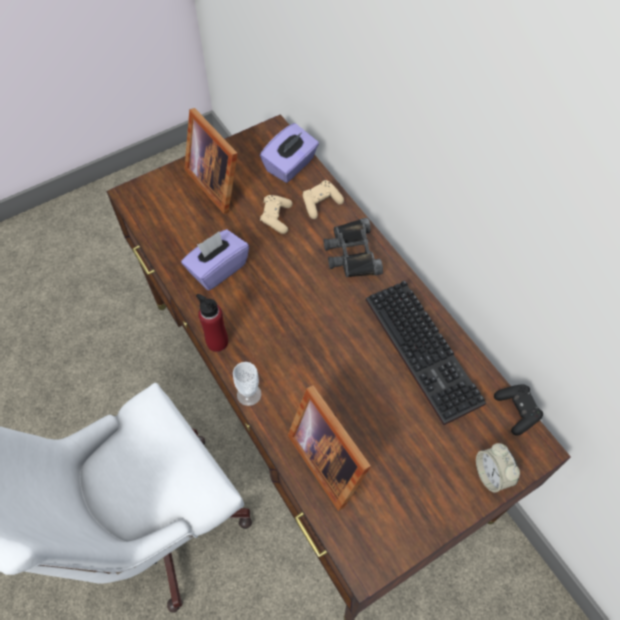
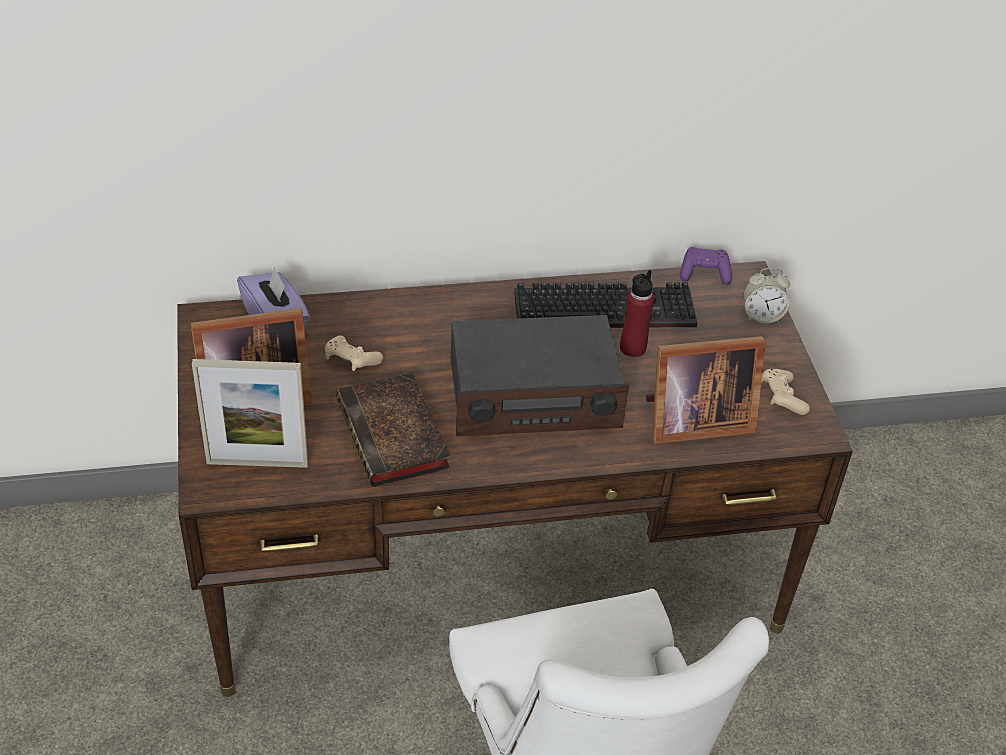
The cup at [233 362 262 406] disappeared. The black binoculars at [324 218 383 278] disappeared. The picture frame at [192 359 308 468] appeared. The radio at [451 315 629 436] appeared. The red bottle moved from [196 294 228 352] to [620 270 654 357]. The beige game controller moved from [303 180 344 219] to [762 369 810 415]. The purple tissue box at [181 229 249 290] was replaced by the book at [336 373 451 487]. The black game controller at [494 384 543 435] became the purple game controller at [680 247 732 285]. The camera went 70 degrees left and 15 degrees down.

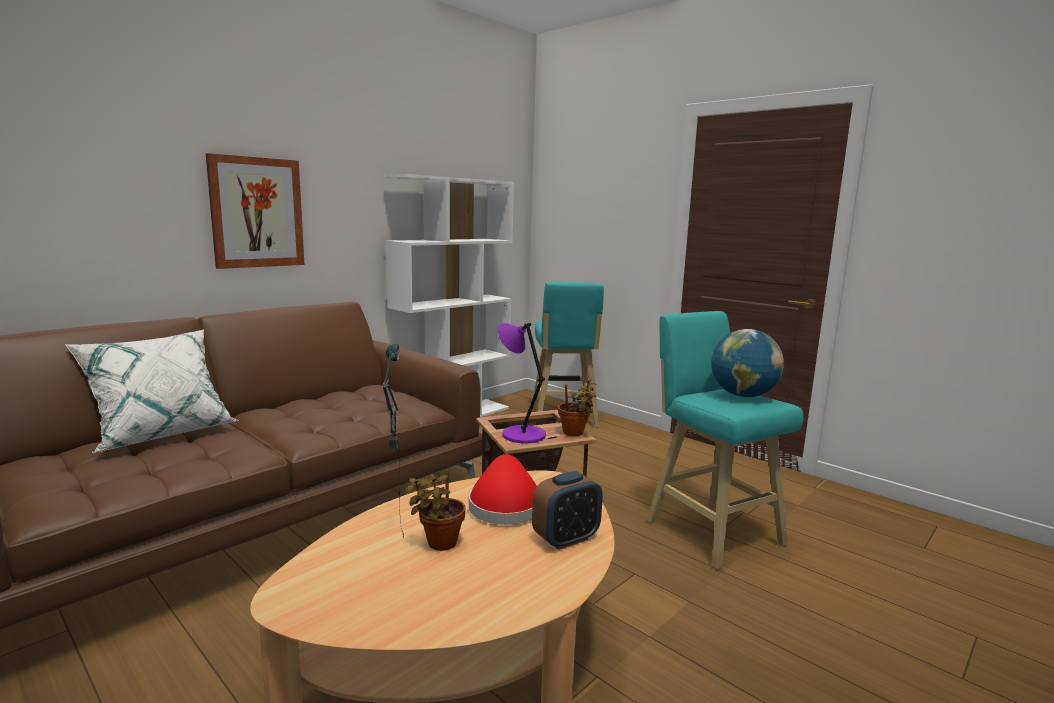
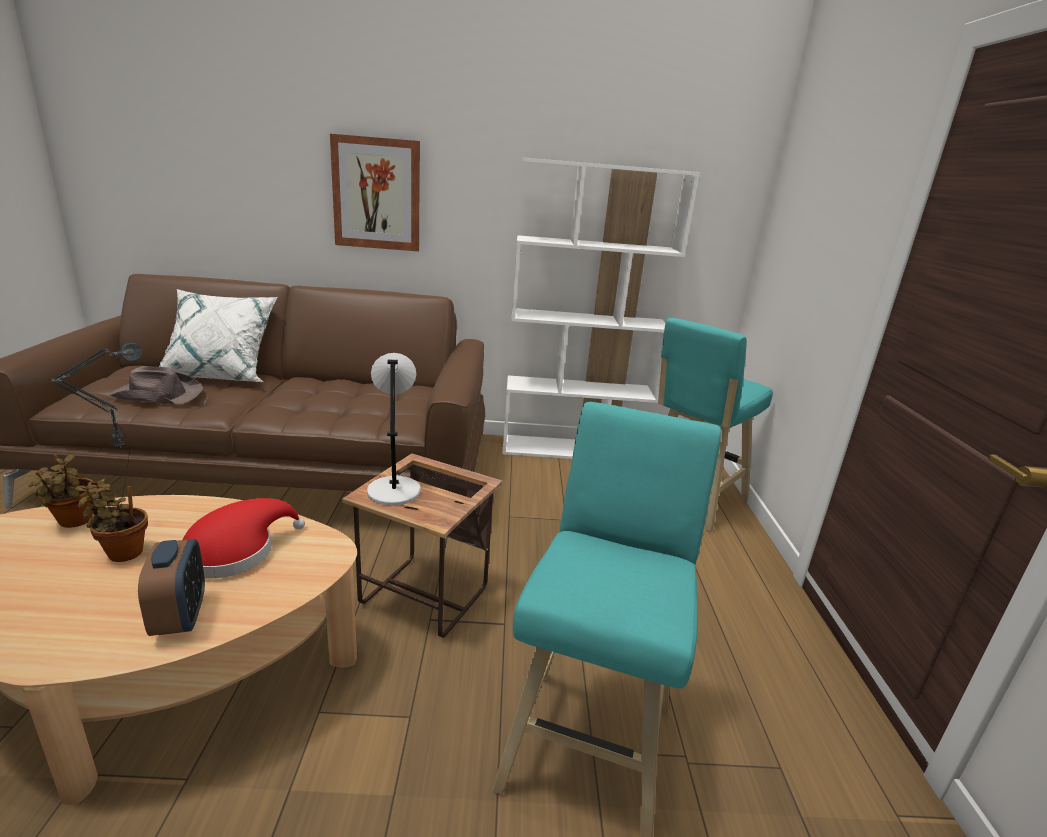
The globe at [711 329 784 397] disappeared. The brown hat at [110 366 203 405] appeared. The potted plant moved from [558 378 597 436] to [25 454 94 528]. The purple table lamp at [498 323 546 444] became the grey table lamp at [367 353 421 506]. The alarm clock at [532 471 603 550] turned 120 degrees counterclockwise. The camera went 45 degrees right and 10 degrees up.

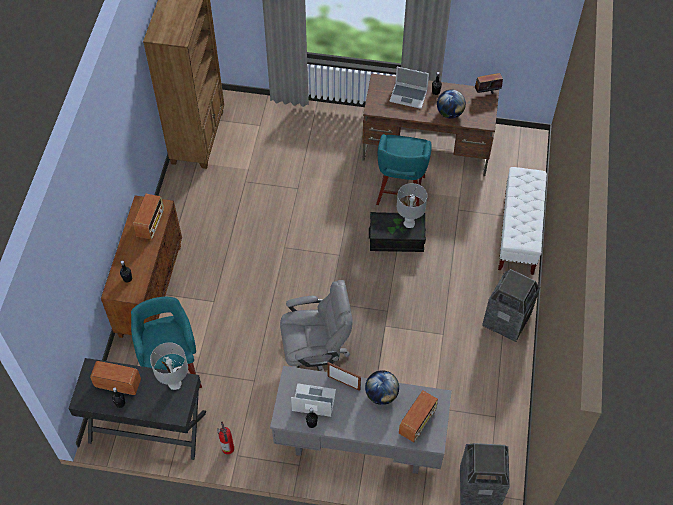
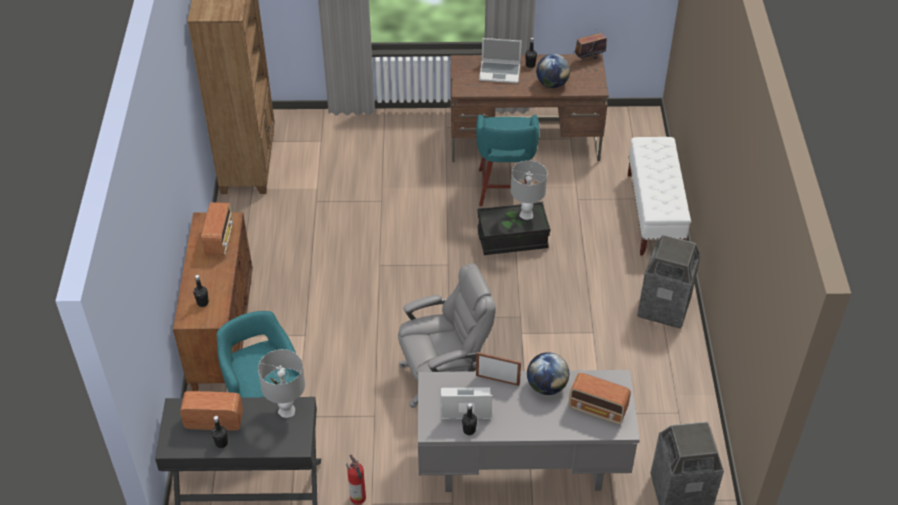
The radio at [399 391 438 442] turned 90 degrees clockwise. The camera went 10 degrees left and 10 degrees down.

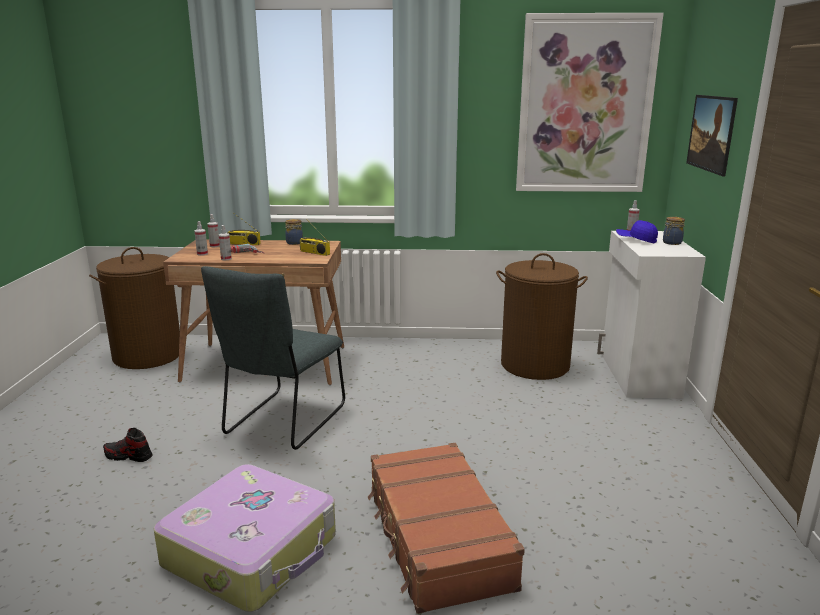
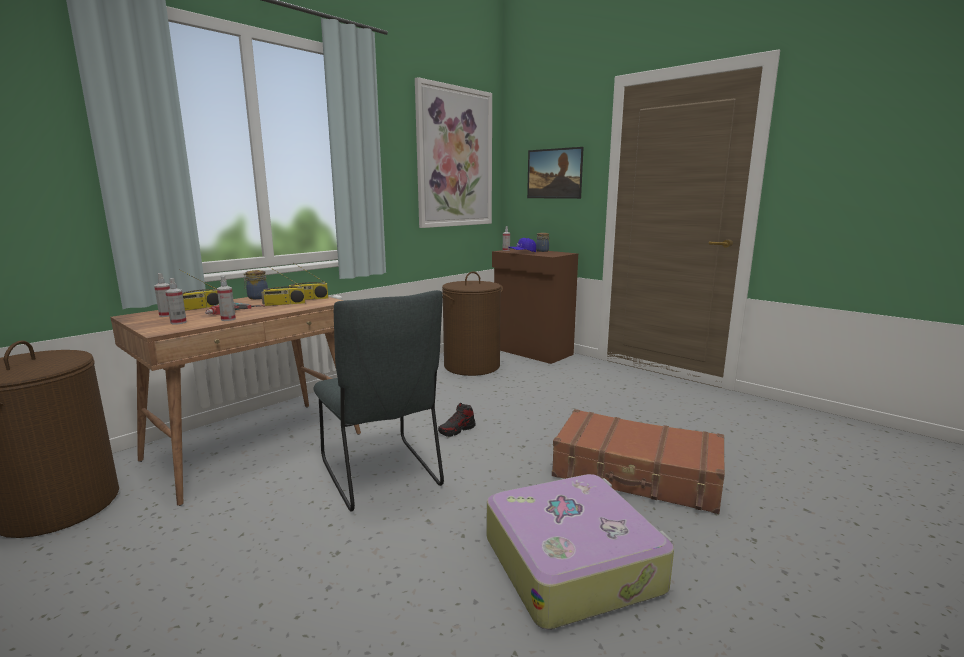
The radio at [261 266 305 306] appeared. The shoe moved from [103 428 152 462] to [438 403 475 437]. The white cabinet at [597 231 706 399] became the brown cabinet at [492 249 578 364]. The camera went 50 degrees left and 5 degrees down.

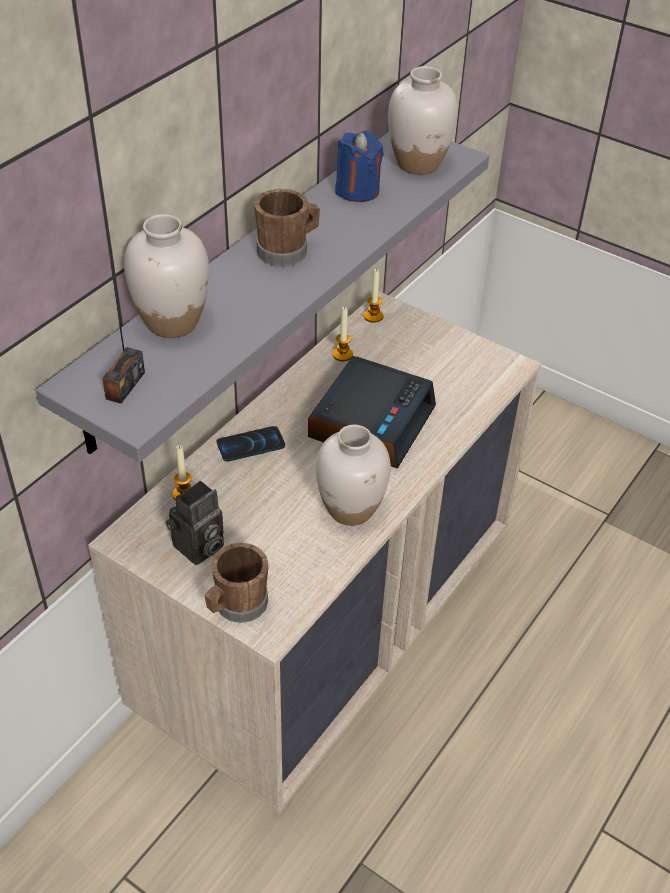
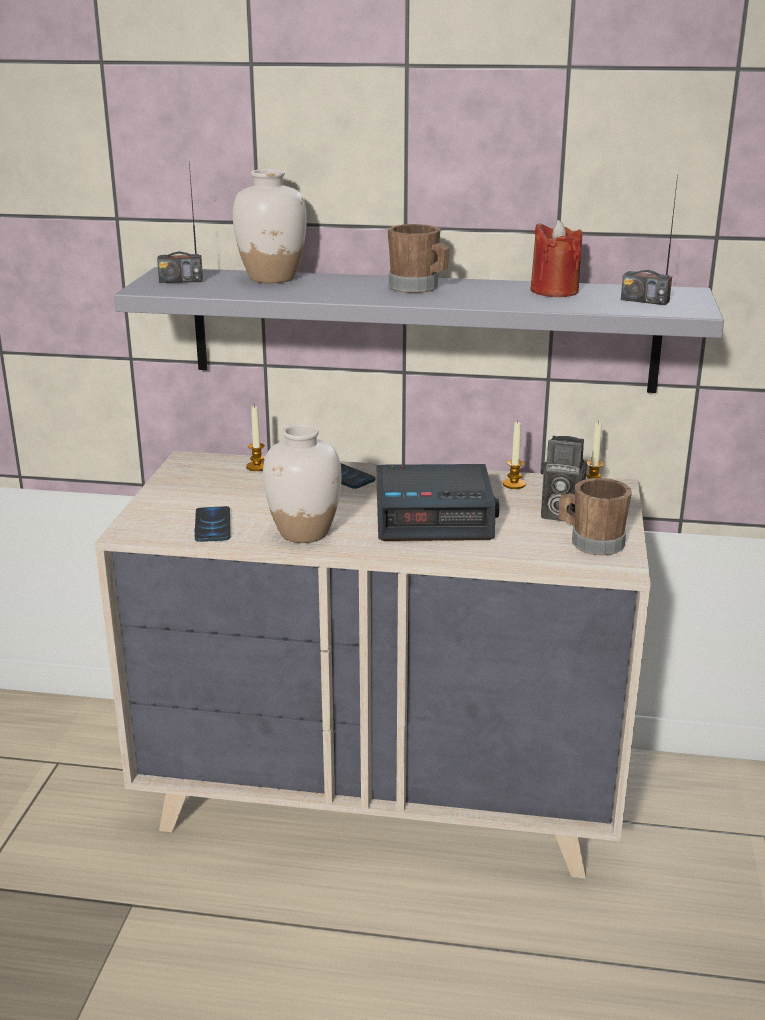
The phone at [194 506 231 542] appeared. The photo camera moved from [166 481 224 565] to [541 436 587 521]. The brown mug moved from [205 542 268 623] to [559 478 632 555]. The white vase at [388 66 458 175] was replaced by the radio at [621 175 678 305]. The blue candle at [335 130 384 202] became the red candle at [530 220 582 297]. The camera went 65 degrees right and 20 degrees down.

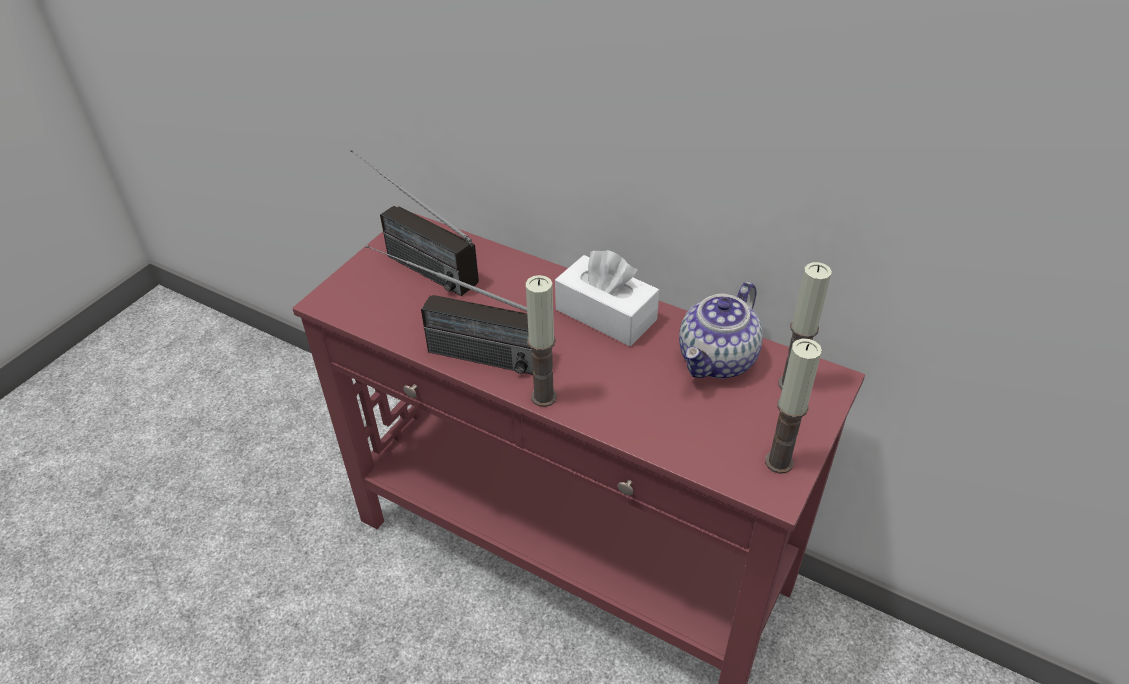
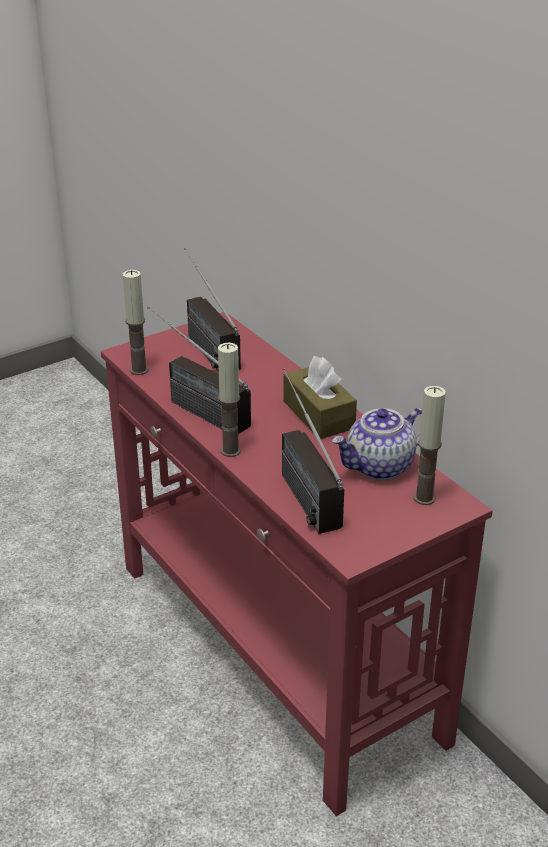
The radio at [281 368 344 534] appeared. The candle moved from [765 338 822 474] to [122 270 149 375]. The white tissue box at [555 250 660 346] became the brown tissue box at [283 356 357 439]. The camera went 25 degrees right and 10 degrees down.

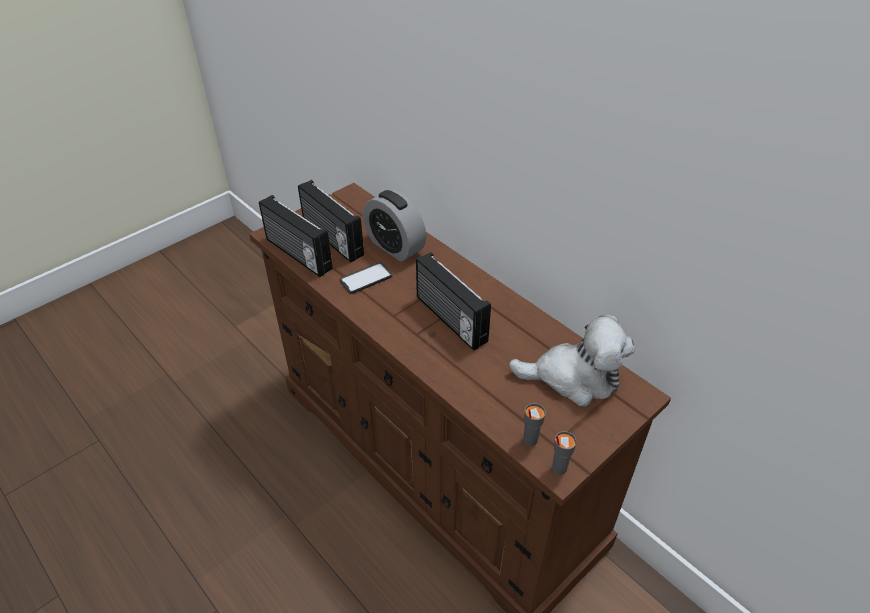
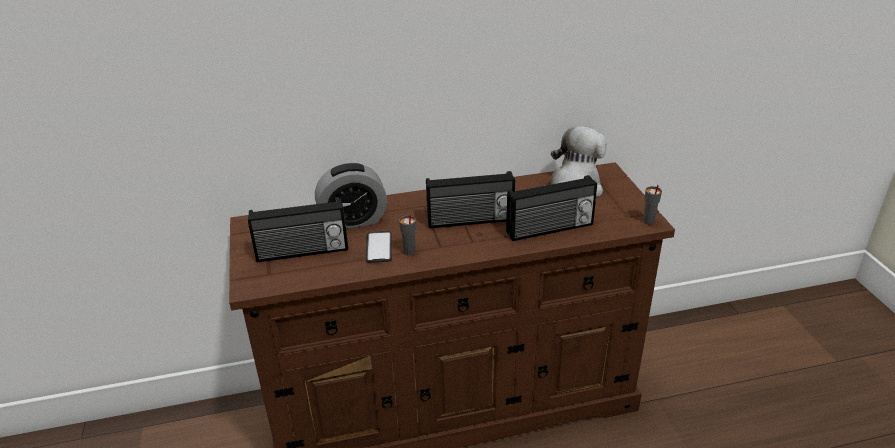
The radio moved from [259 195 333 277] to [506 175 597 241]. The grey cup moved from [523 403 546 446] to [399 214 416 255]. The camera went 60 degrees left and 10 degrees down.

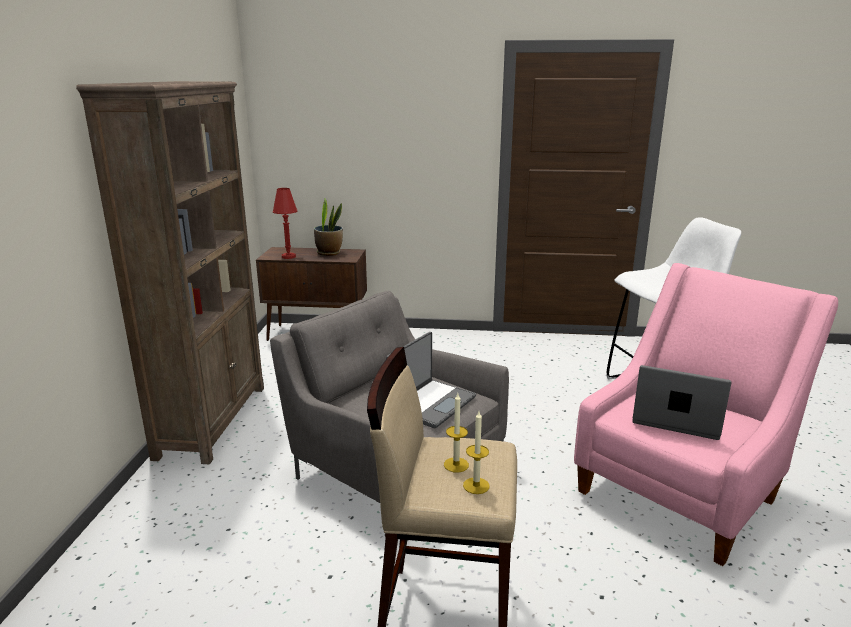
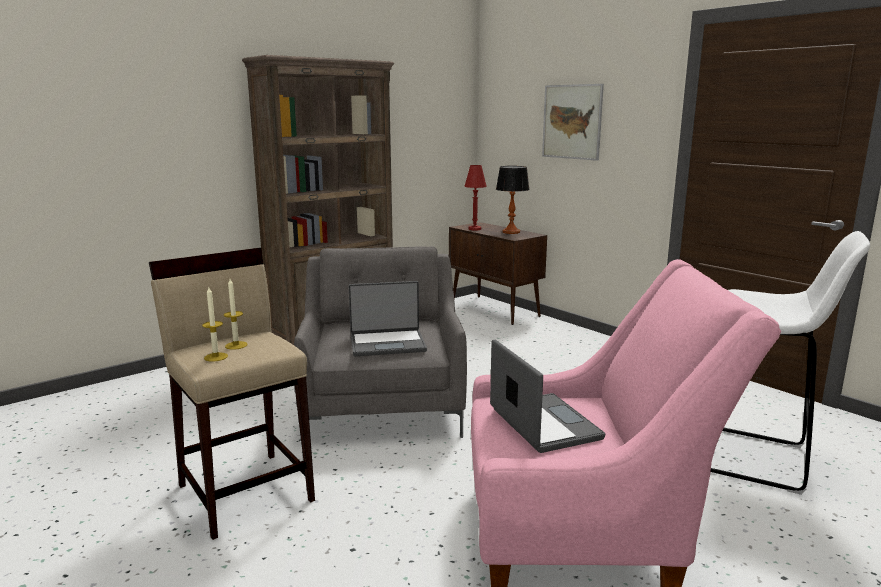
The picture at [542 84 604 161] appeared. The potted plant at [314 198 343 256] was replaced by the table lamp at [496 166 530 234]. The camera went 45 degrees right and 5 degrees down.

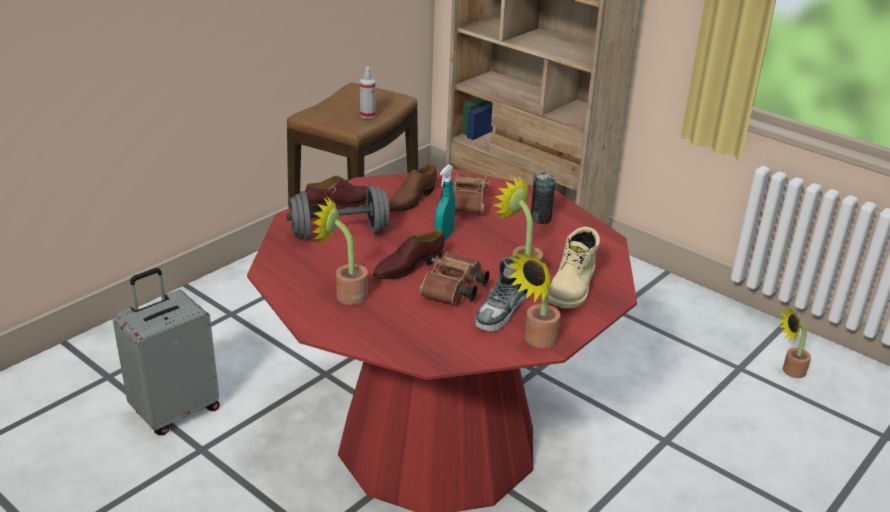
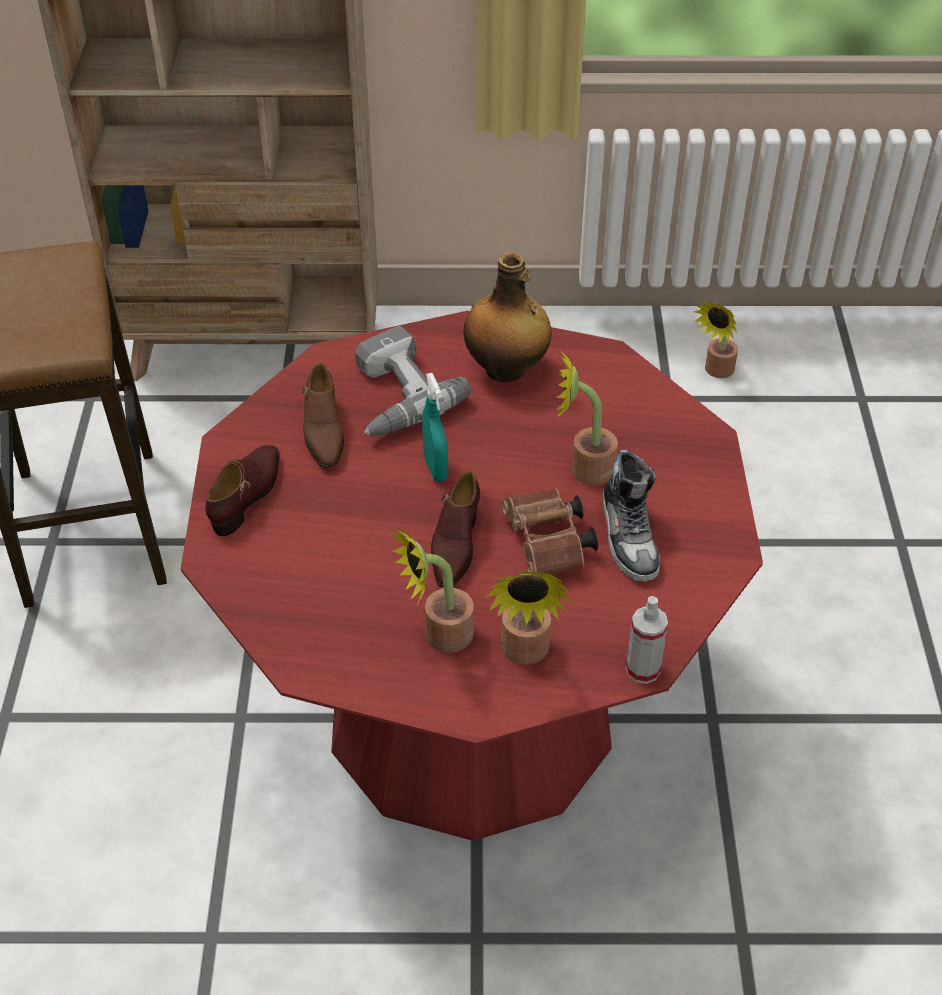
The grey suitcase at [113 268 220 435] disappeared. The grey dumbbell at [287 185 391 240] disappeared. The beige boot at [548 227 600 308] disappeared. The spray bottle moved from [360 67 376 119] to [626 596 668 684]. The potted plant moved from [506 252 560 348] to [485 572 572 665]. The brown binoculars at [441 174 489 214] was replaced by the power drill at [355 326 471 435]. The can at [531 172 555 224] was replaced by the bottle at [464 252 552 382]. The camera went 40 degrees left and 15 degrees up.

